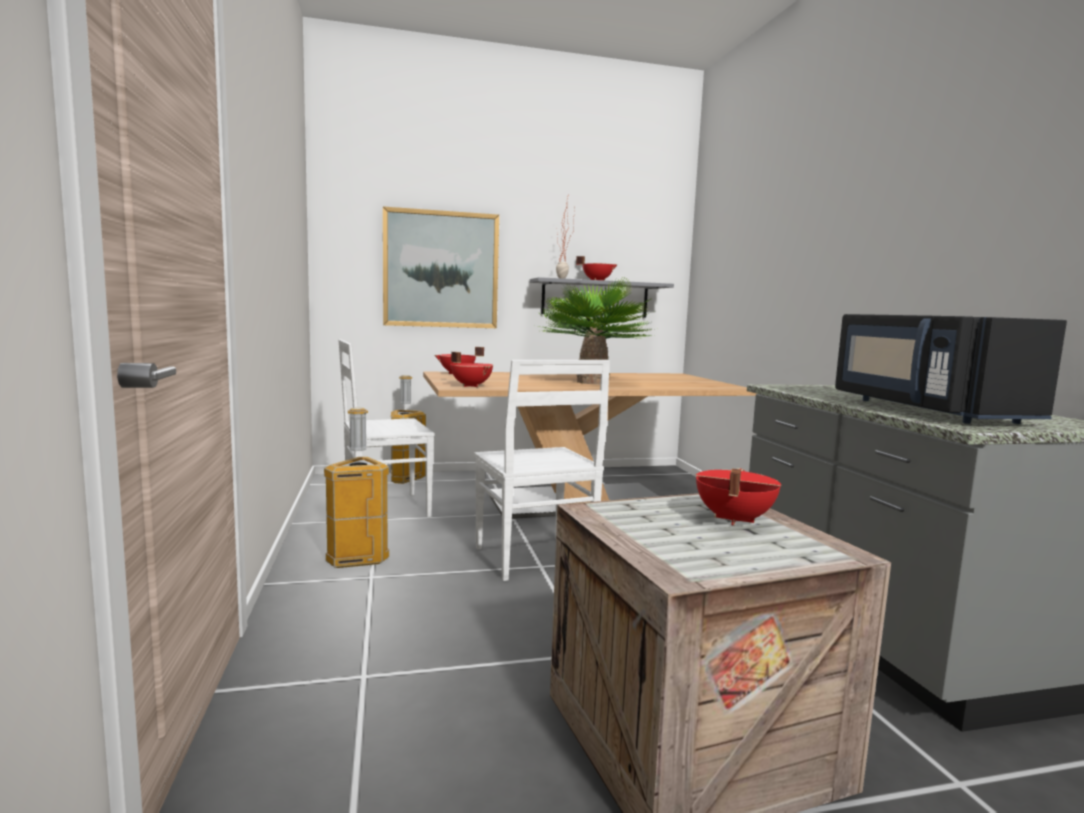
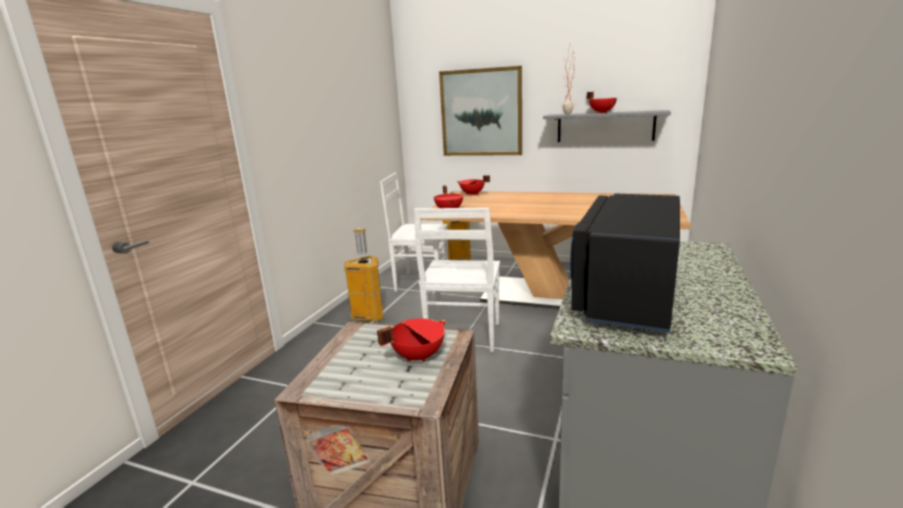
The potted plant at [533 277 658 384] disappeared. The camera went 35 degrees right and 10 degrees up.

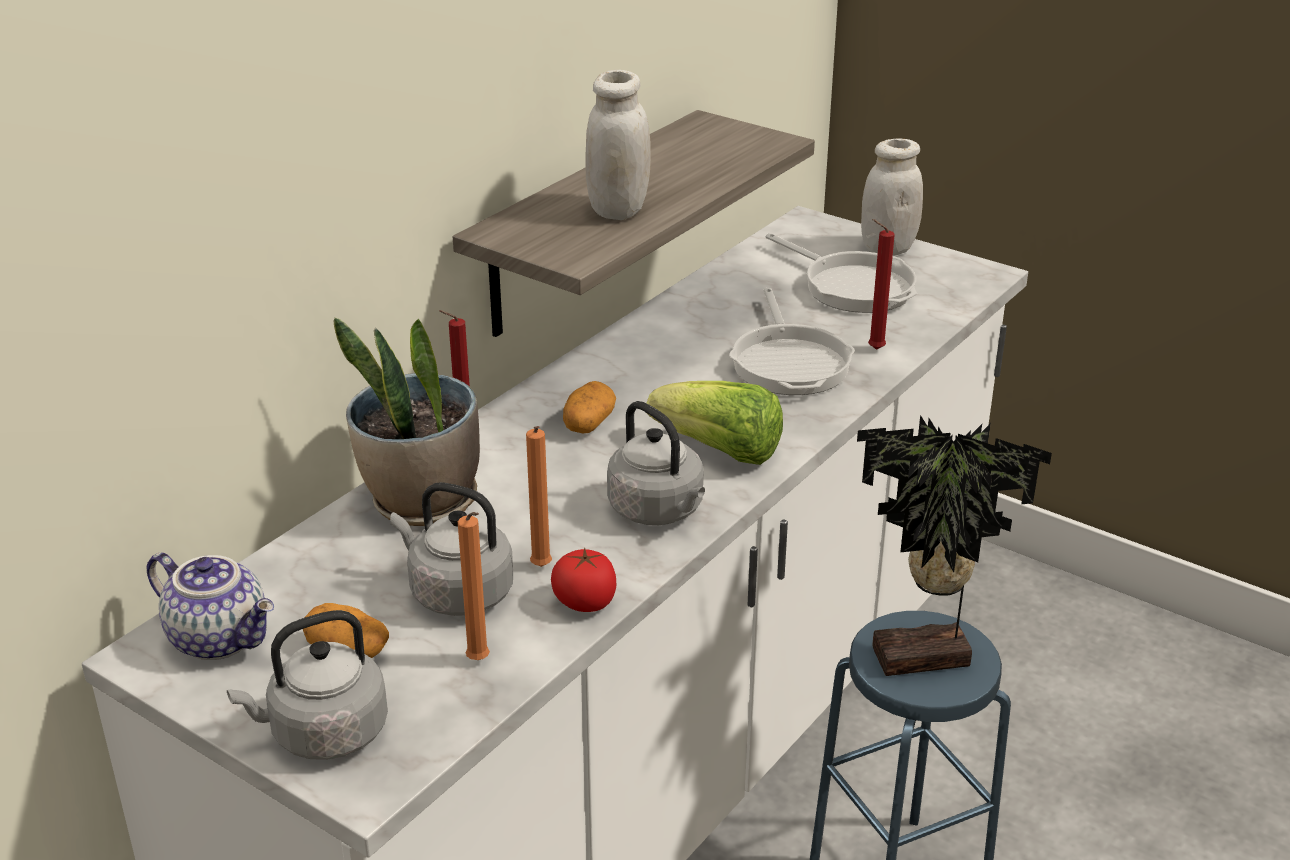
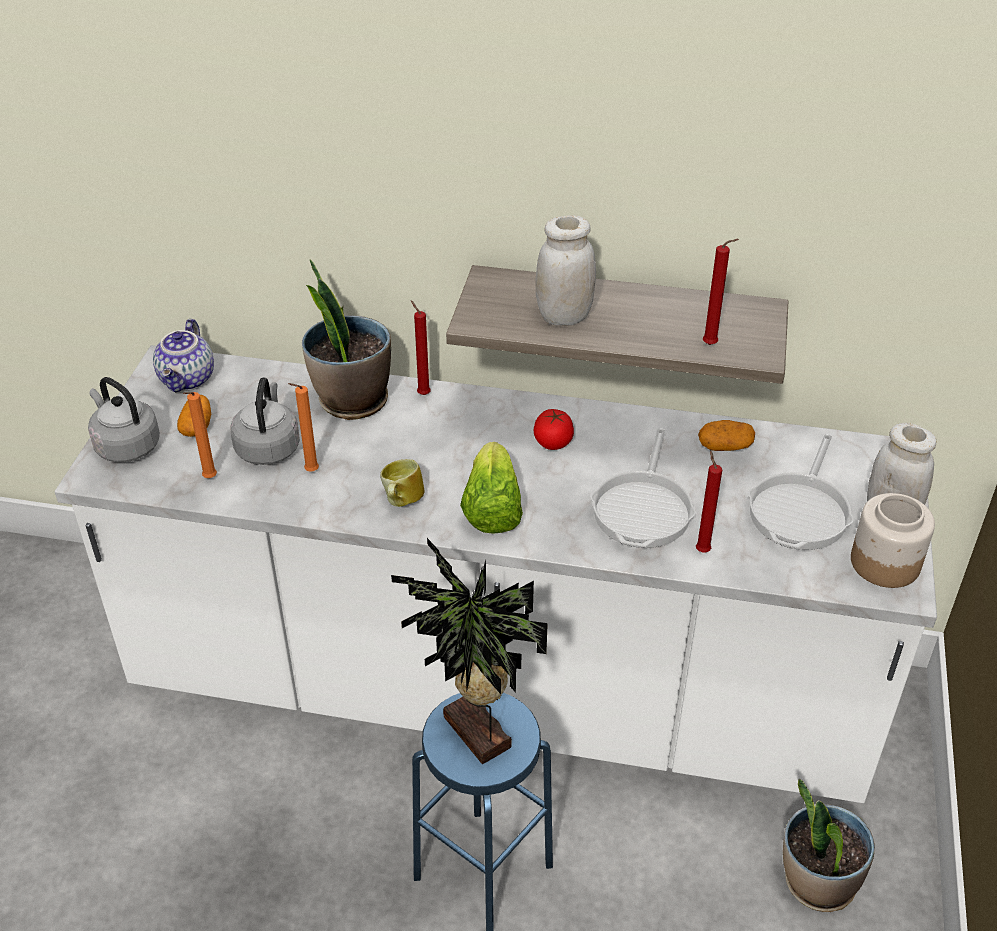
The red candle at [703 239 739 345] appeared. The potted plant at [783 779 875 912] appeared. The jar at [851 493 935 588] appeared. The tomato moved from [551 547 616 612] to [534 409 574 450]. The potato moved from [563 381 616 433] to [698 420 755 451]. The grey kettle at [607 401 705 525] was replaced by the mug at [380 459 424 507]. The frying pan at [729 288 855 395] turned 45 degrees counterclockwise. The camera went 65 degrees right and 10 degrees up.

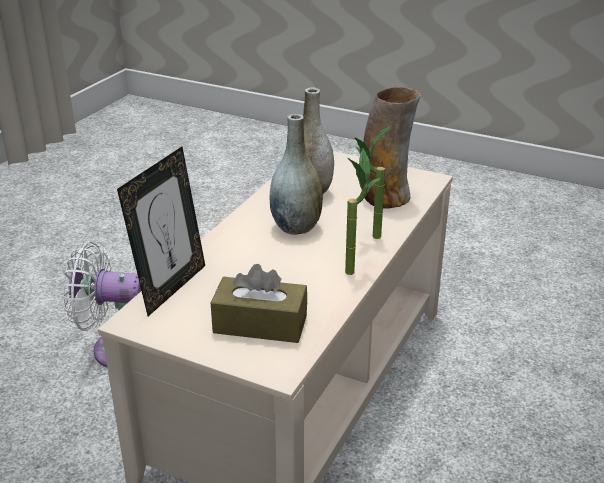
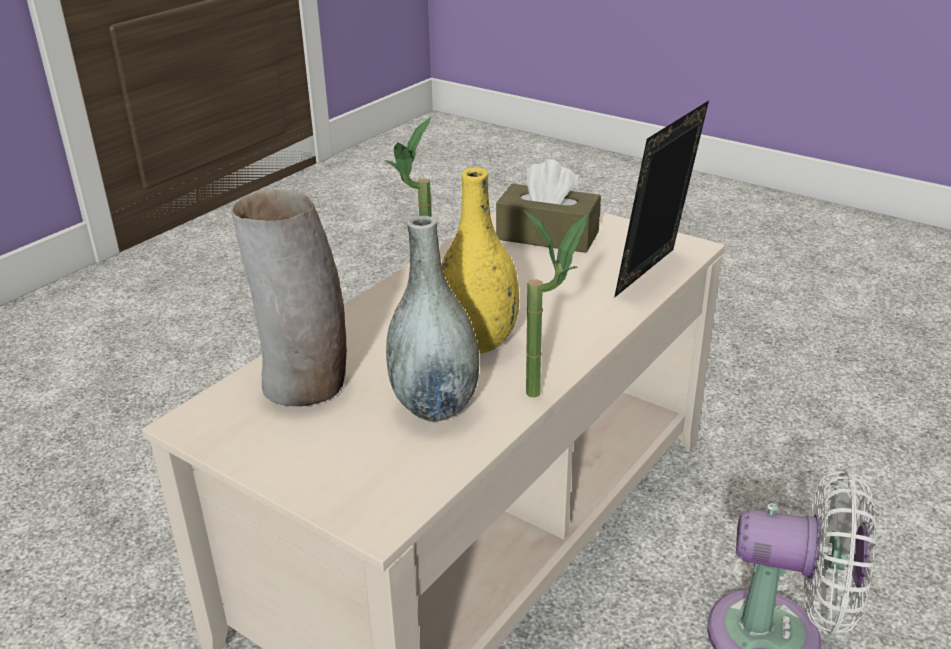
The potted plant moved from [355 126 391 239] to [523 209 588 398]. The grey vase at [270 114 323 235] became the yellow vase at [441 167 519 353]. The camera went 170 degrees left and 0 degrees up.

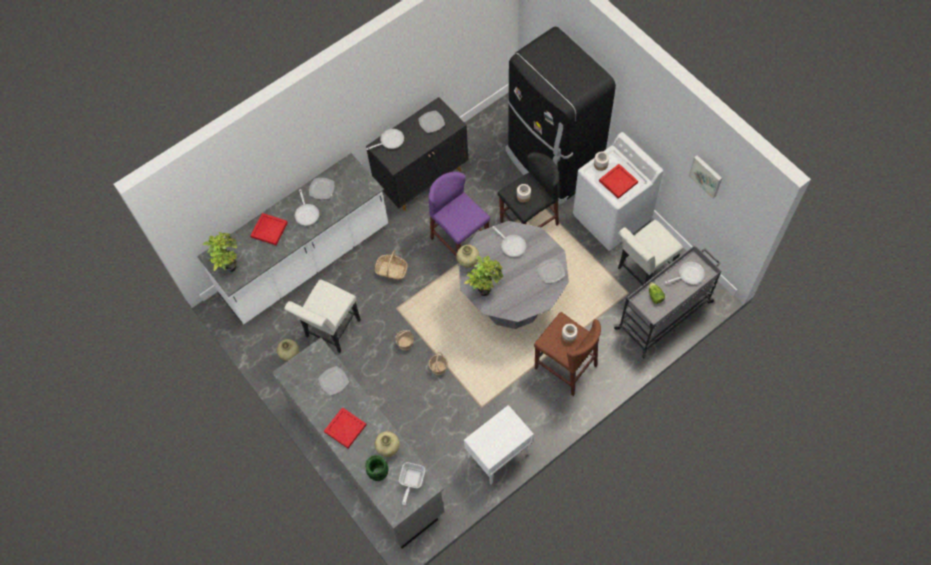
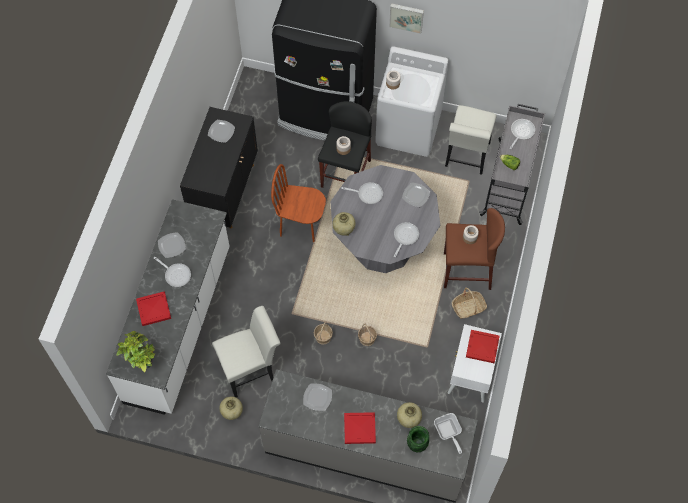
The potted plant at [464 256 503 296] disappeared. The frying pan moved from [366 129 404 150] to [394 222 419 257]. The basket moved from [375 251 408 280] to [452 288 487 319]. The red tray moved from [599 164 638 199] to [466 330 500 363]. The picture moved from [689 155 722 199] to [389 3 424 34]. The purple stool at [428 172 490 267] was replaced by the brown chair at [271 164 326 242]. The white chair at [284 279 361 353] turned 105 degrees counterclockwise. The camera went 40 degrees left and 0 degrees up.

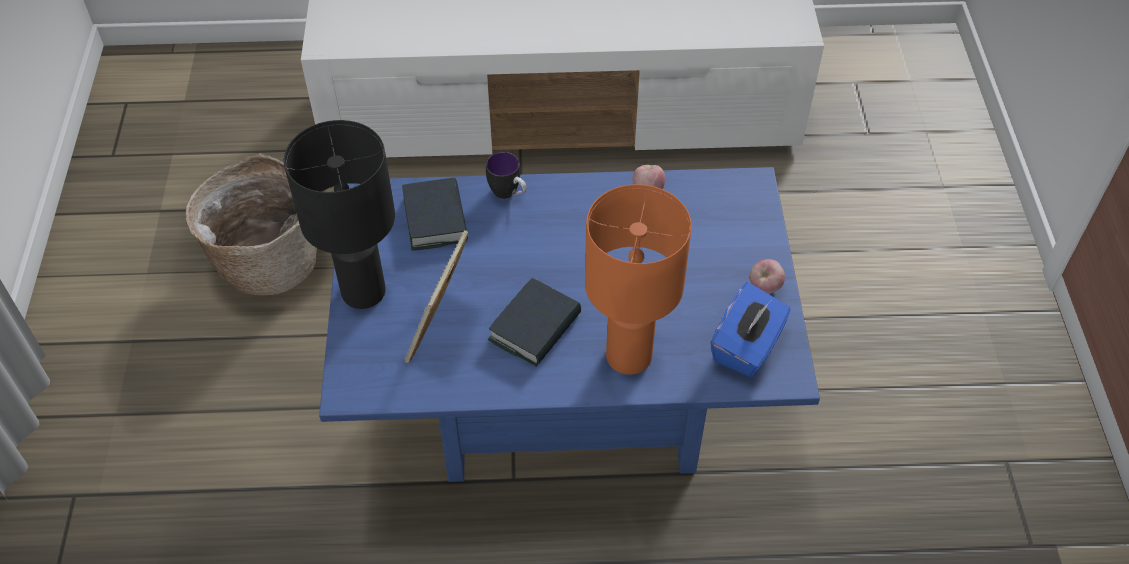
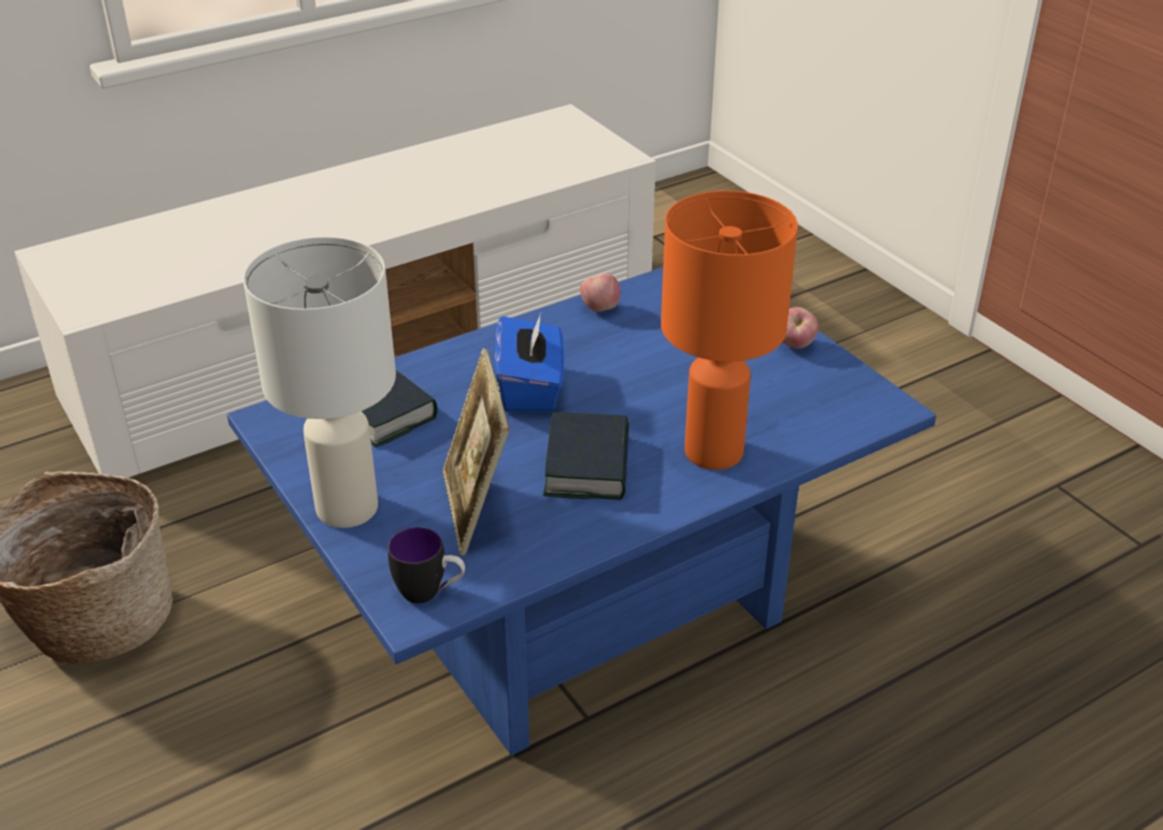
The mug moved from [486 152 527 199] to [388 527 465 604]. The blue tissue box moved from [711 282 791 377] to [495 311 564 412]. The black table lamp at [284 120 395 309] became the white table lamp at [243 237 396 528]. The camera went 30 degrees left and 15 degrees down.

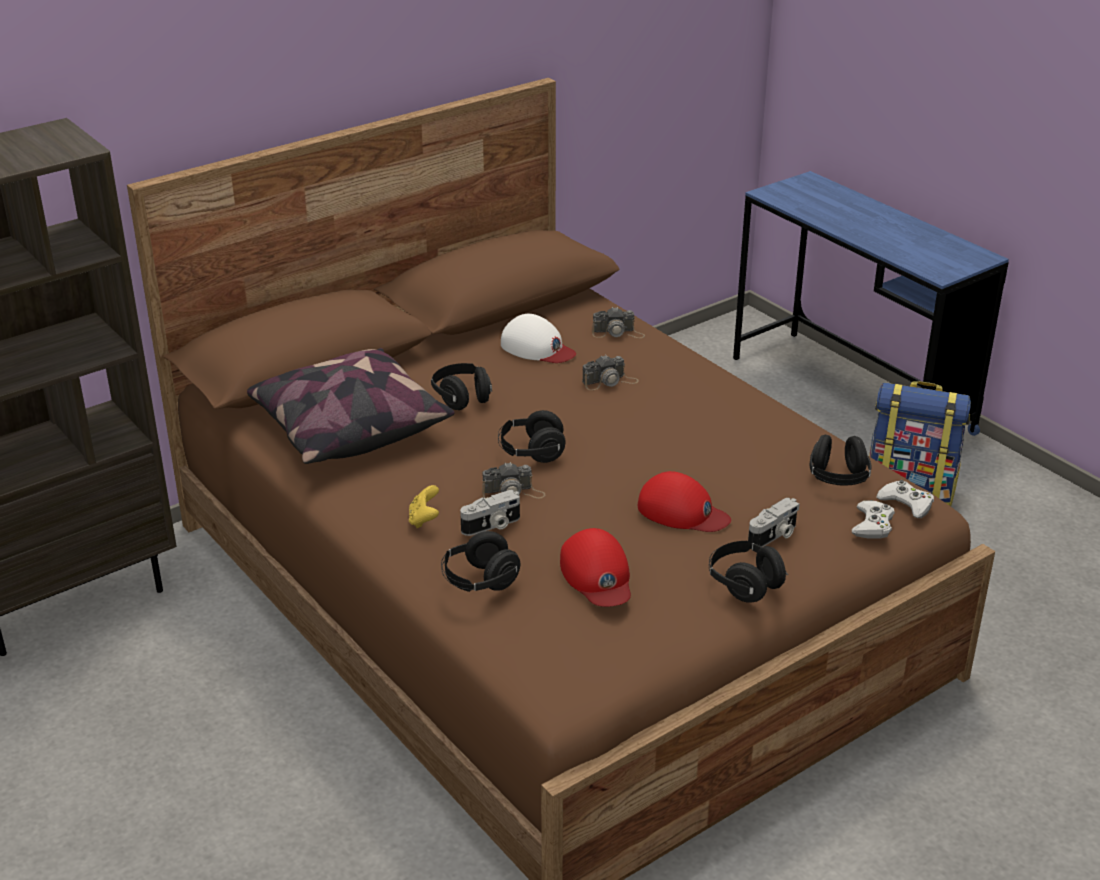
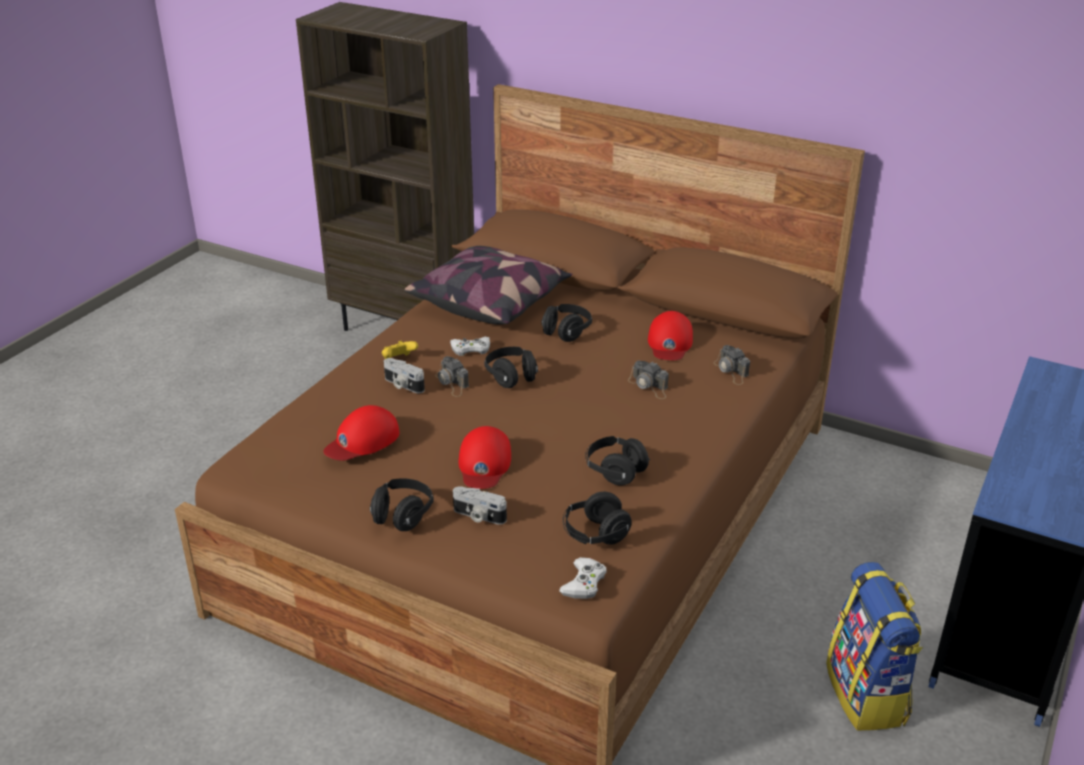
The black headphones moved from [441 531 520 592] to [585 436 650 486]. The white game controller moved from [852 501 895 539] to [450 337 490 356]. The white cap at [501 314 576 363] became the red cap at [648 311 693 360]. The camera went 65 degrees right and 0 degrees up.

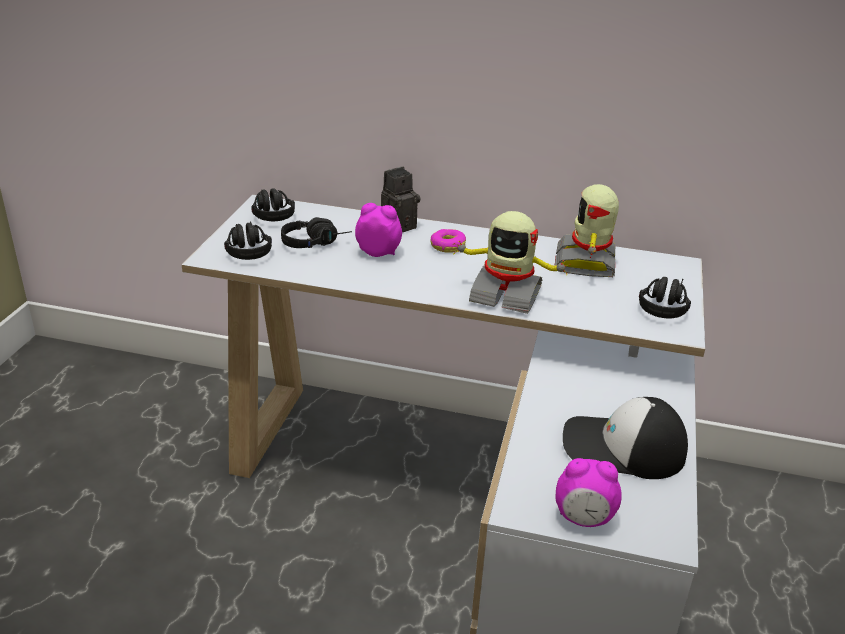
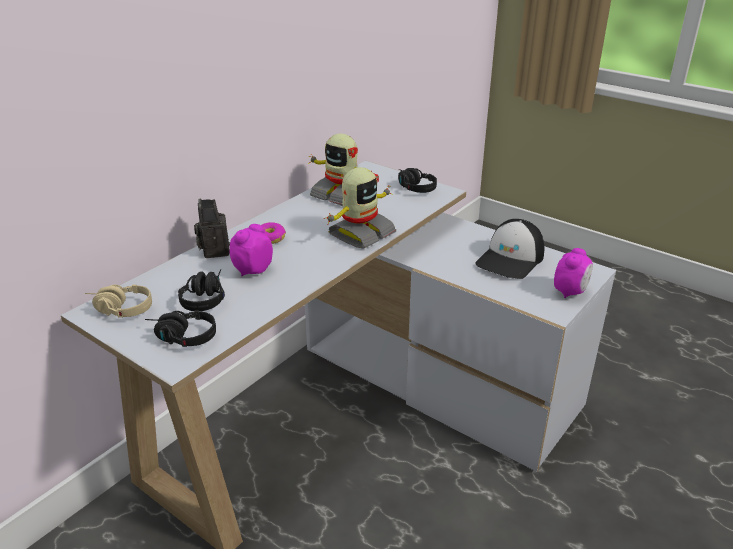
The black headphones at [251 188 295 221] became the beige headphones at [85 285 152 318]. The camera went 65 degrees left and 0 degrees up.

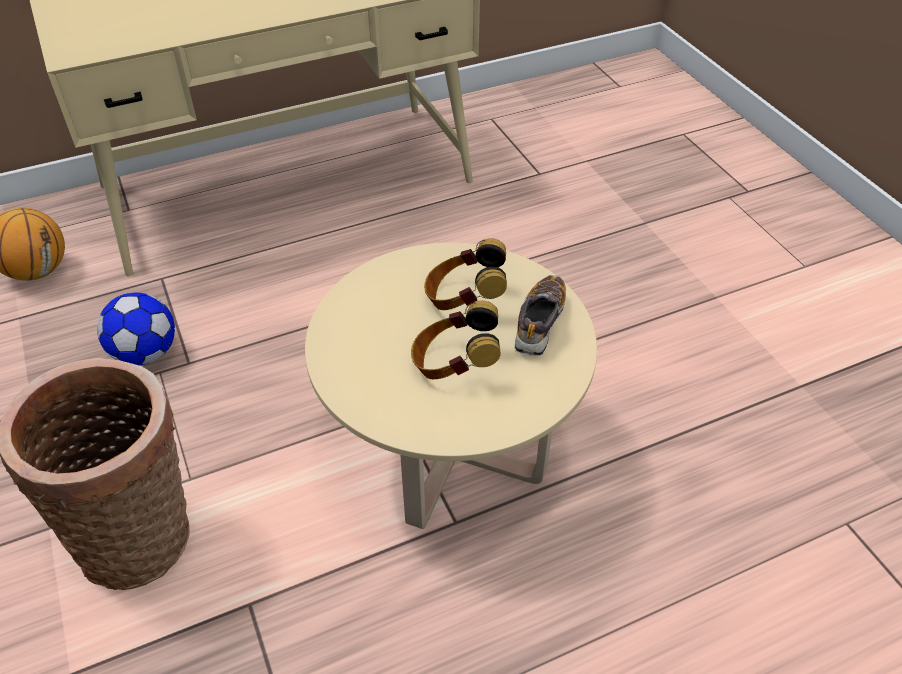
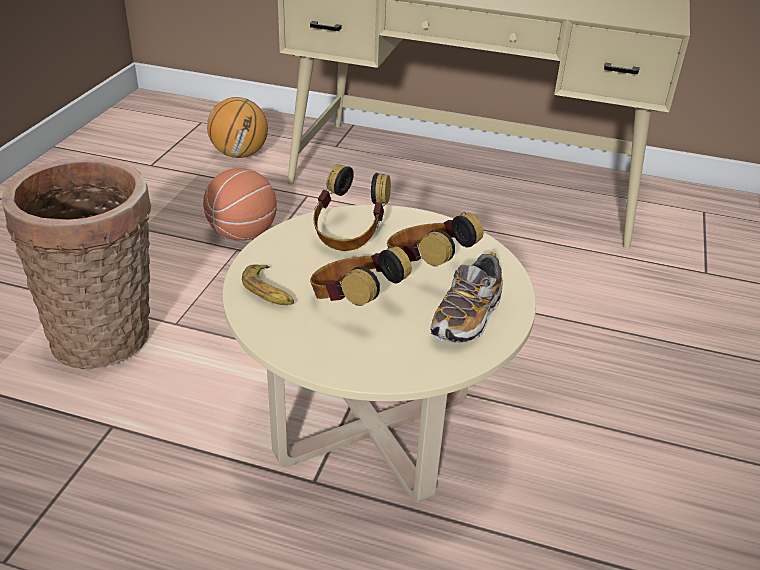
The banana at [242 264 294 305] appeared. The headphones at [313 164 391 251] appeared. The football at [97 293 175 365] was replaced by the basketball at [203 168 277 241]. The shoe at [514 275 566 356] turned 150 degrees clockwise. The camera went 40 degrees right and 10 degrees down.

